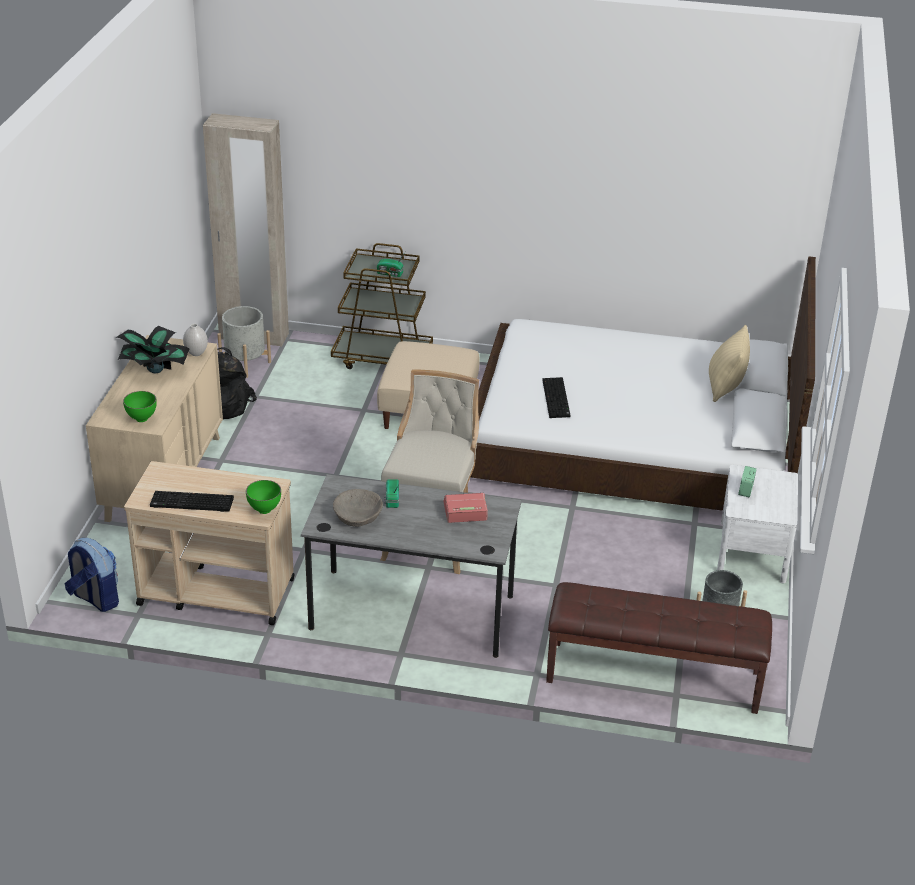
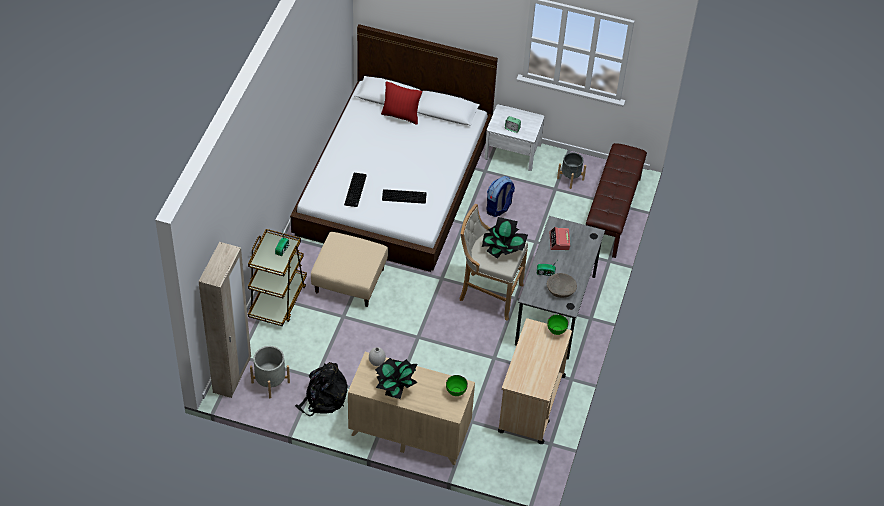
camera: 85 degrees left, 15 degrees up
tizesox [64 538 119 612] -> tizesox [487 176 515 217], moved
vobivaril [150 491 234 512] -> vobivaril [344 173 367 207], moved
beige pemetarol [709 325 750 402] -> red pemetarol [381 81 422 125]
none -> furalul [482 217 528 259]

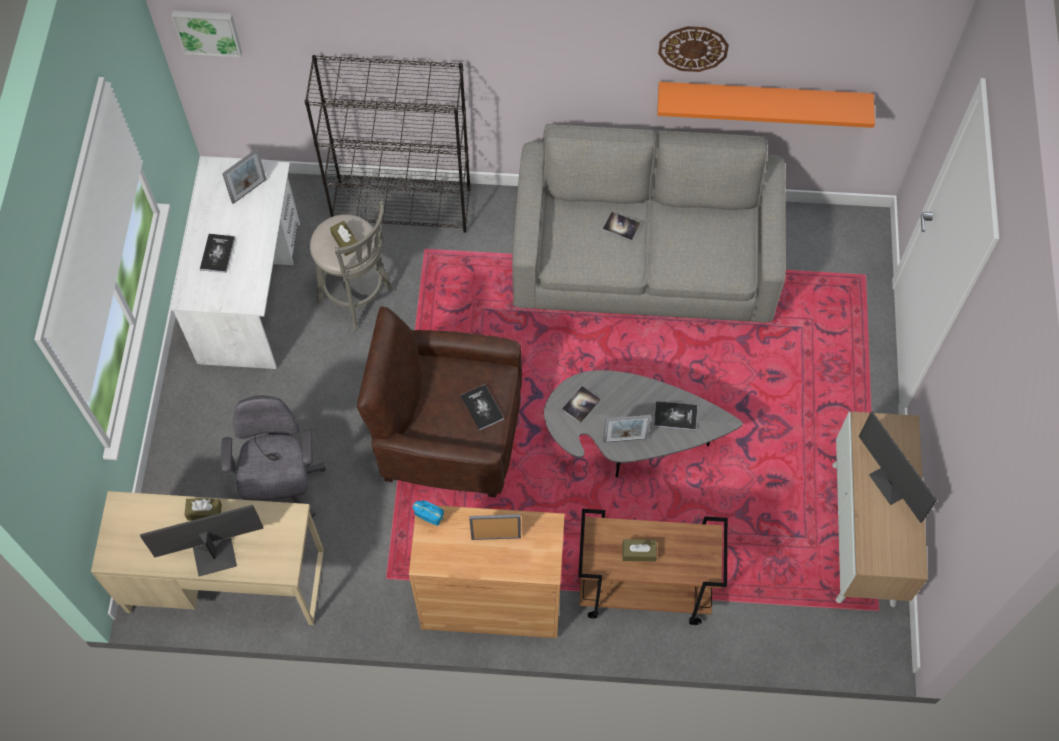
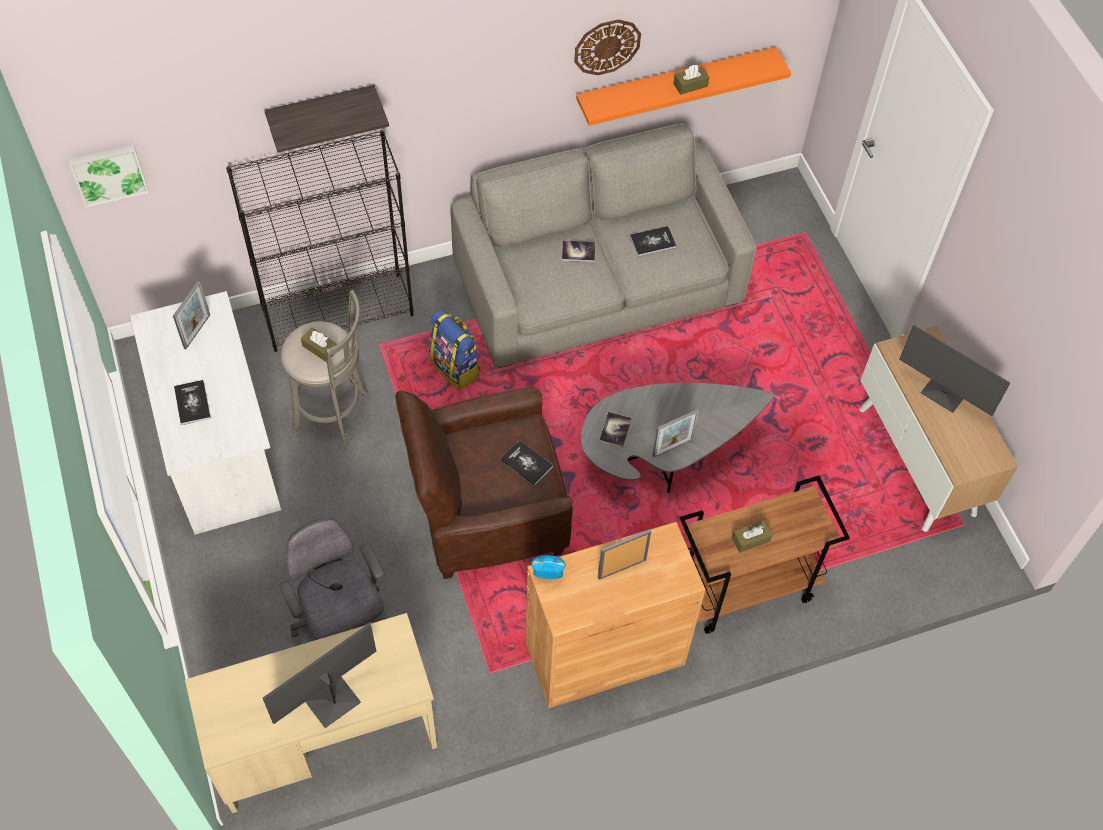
camera: 25 degrees left, 5 degrees down
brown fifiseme [184 499 222 520] -> brown fifiseme [674 65 709 95], moved
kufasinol [654 401 697 431] -> kufasinol [630 226 677 257], moved
none -> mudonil [264 85 389 152]
none -> tizesox [429 310 480 390]

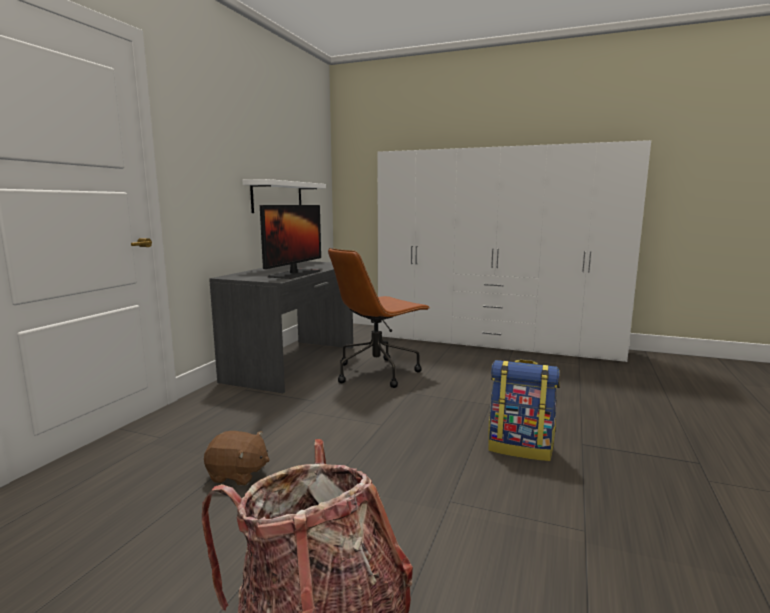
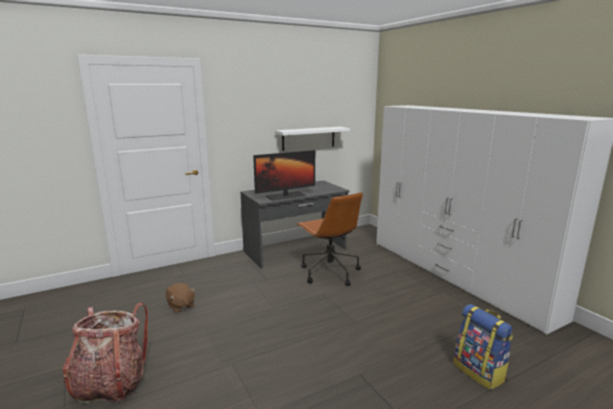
camera: 40 degrees right, 5 degrees up
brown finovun [328 248 430 388] -> brown finovun [296 192 363 286], 120 degrees counterclockwise
tizesox [488 360 559 461] -> tizesox [453 304 513 390], moved

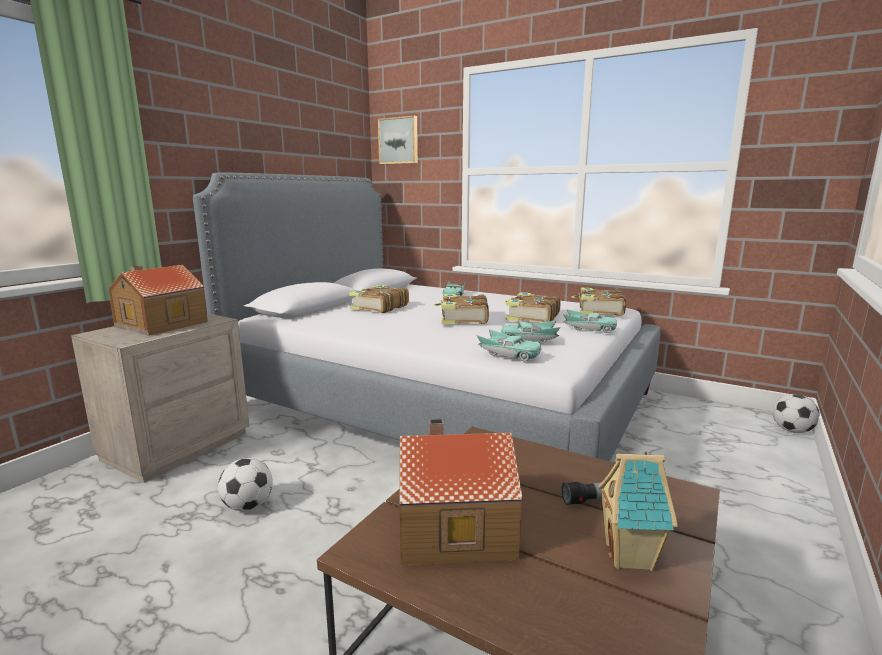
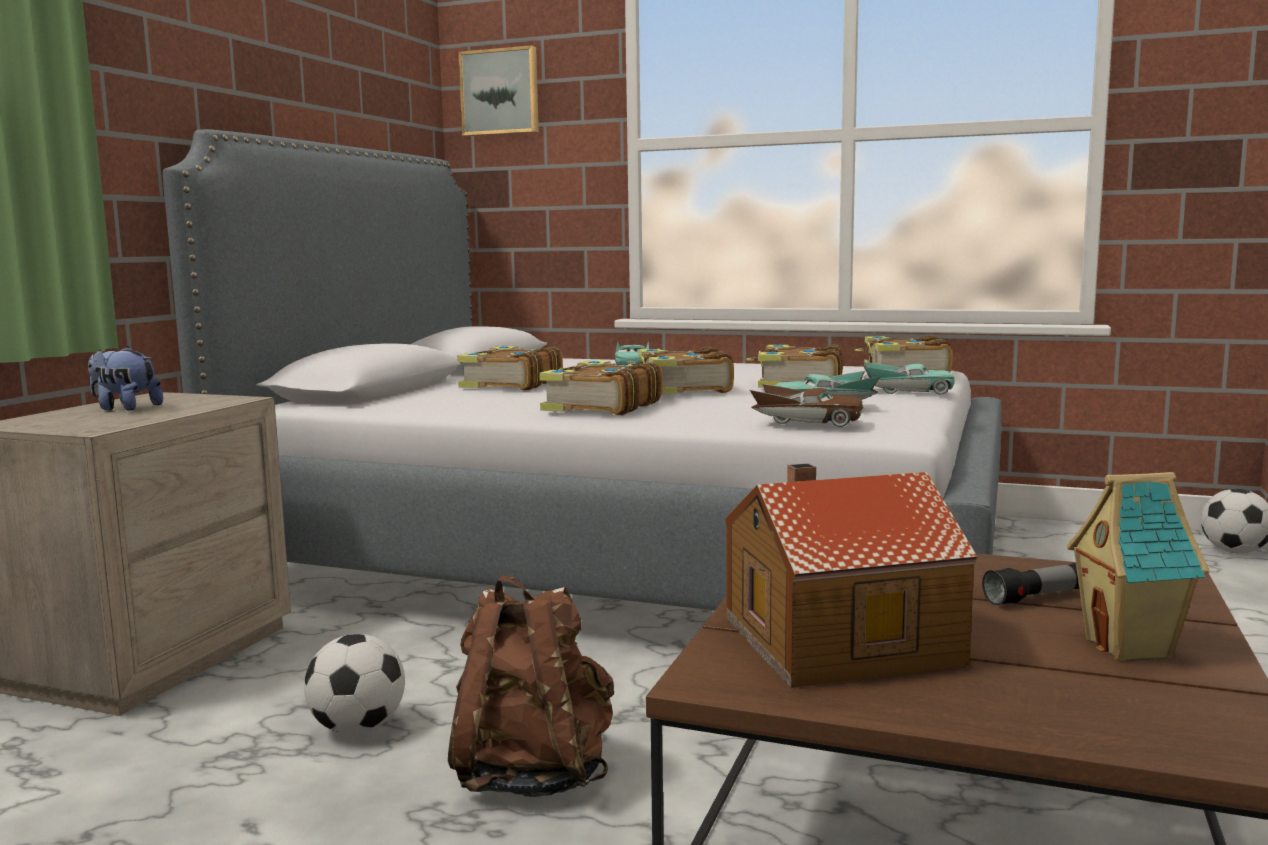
camera: 10 degrees left, 5 degrees down
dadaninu [109 265 208 336] -> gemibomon [88 346 163 411]
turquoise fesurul [477 329 542 361] -> brown fesurul [750 384 863 427]
none -> brown tizesox [448 575 614 797]
none -> kufasinol [539 361 663 415]

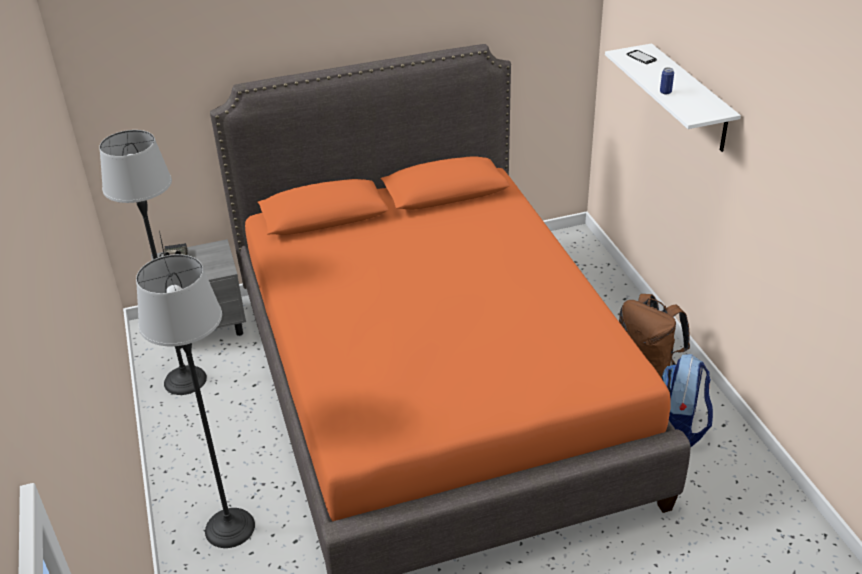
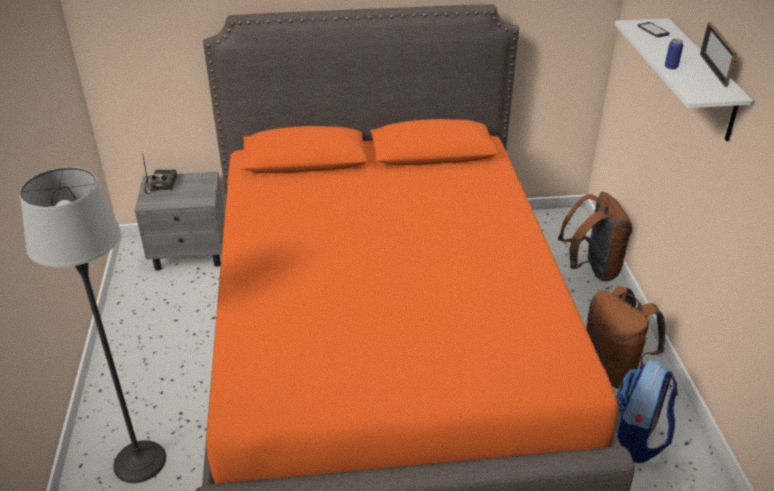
camera: 10 degrees right, 0 degrees up
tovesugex [99 130 207 395] -> none
none -> brown tizesox [558 192 632 281]
none -> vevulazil [700 22 737 87]

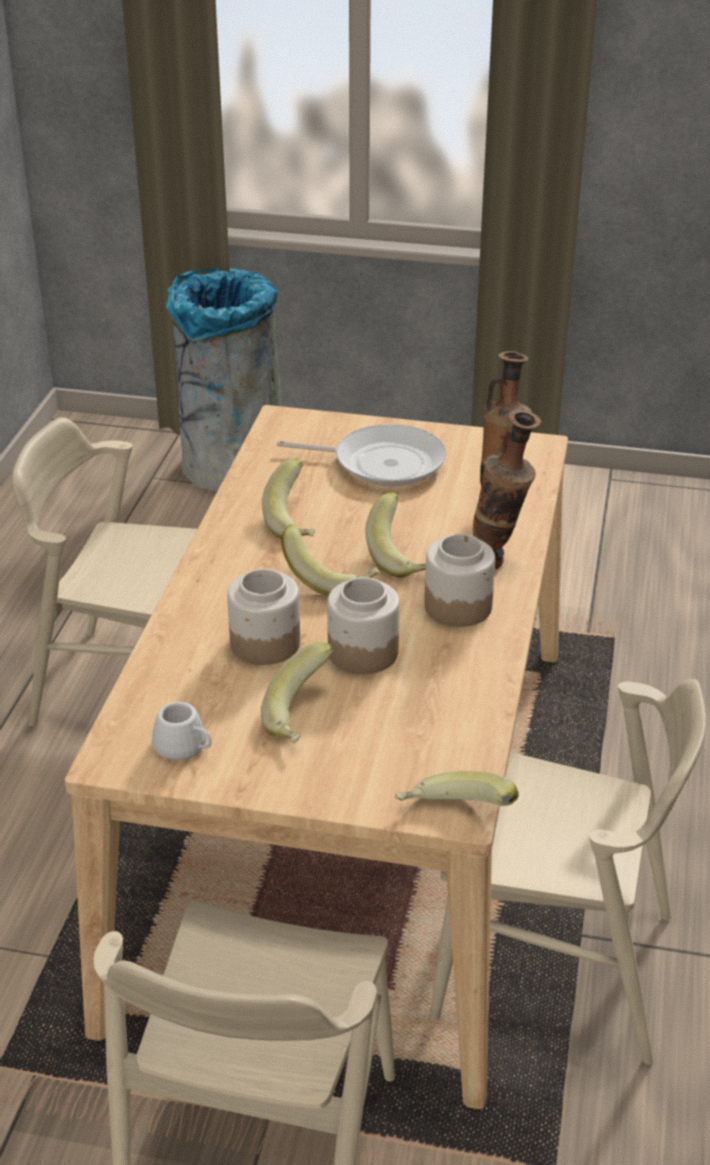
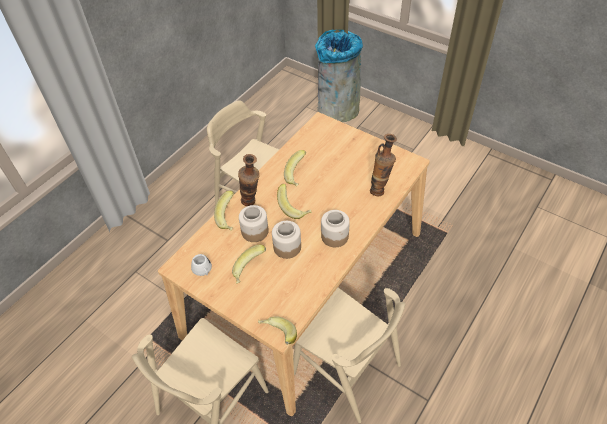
camera: 25 degrees right, 15 degrees up
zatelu [277 424 446 487] -> none
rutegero [365 492 426 577] -> rutegero [214 191 234 231], moved
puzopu [473 410 541 569] -> puzopu [238 154 260 206], moved

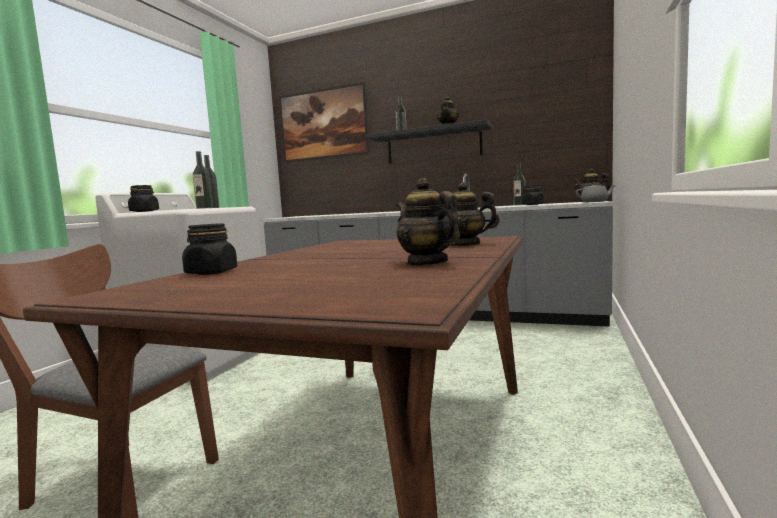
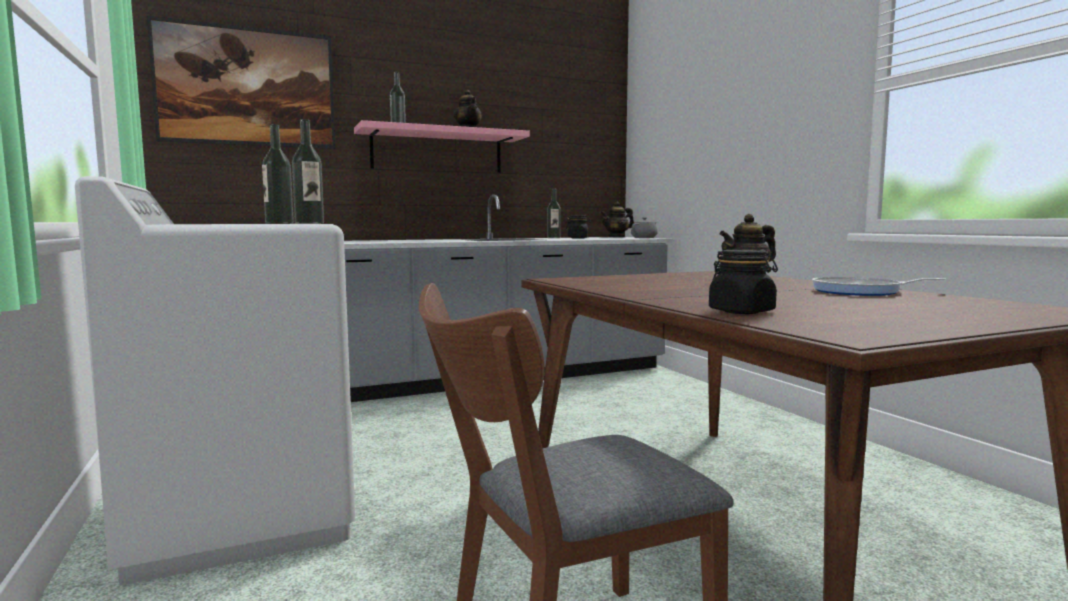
camera: 45 degrees left, 0 degrees up
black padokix [128 185 159 212] -> none
black mudonil [366 119 493 164] -> pink mudonil [354 120 530 173]
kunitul [396 178 460 266] -> zatelu [812 277 946 296]

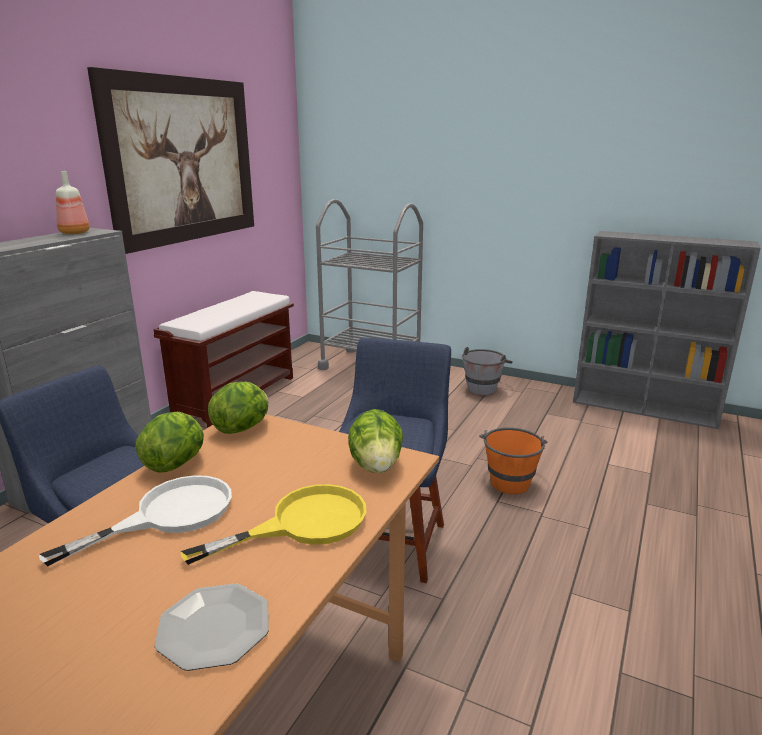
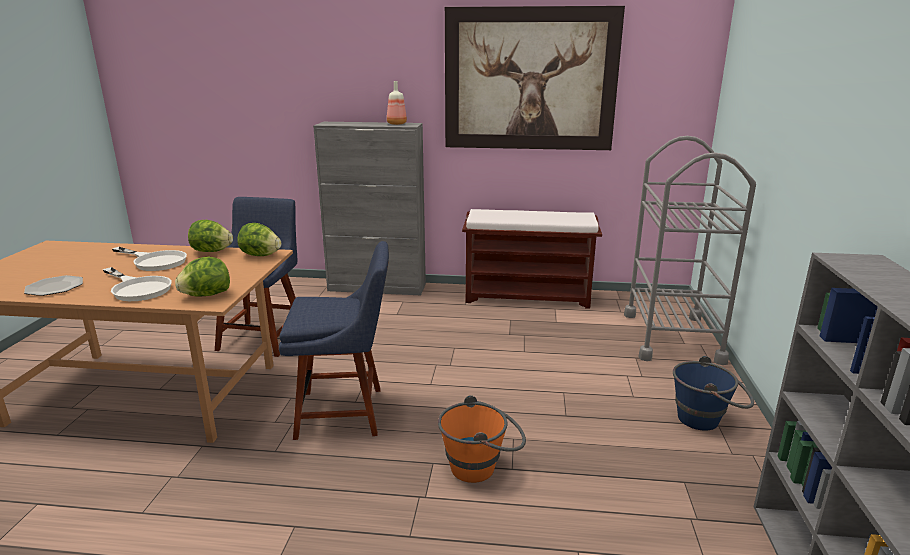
camera: 70 degrees right, 0 degrees up
yellow zatelu [181 484 366 565] -> white zatelu [103 267 172 301]
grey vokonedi [462 347 513 395] -> blue vokonedi [673 356 754 431]

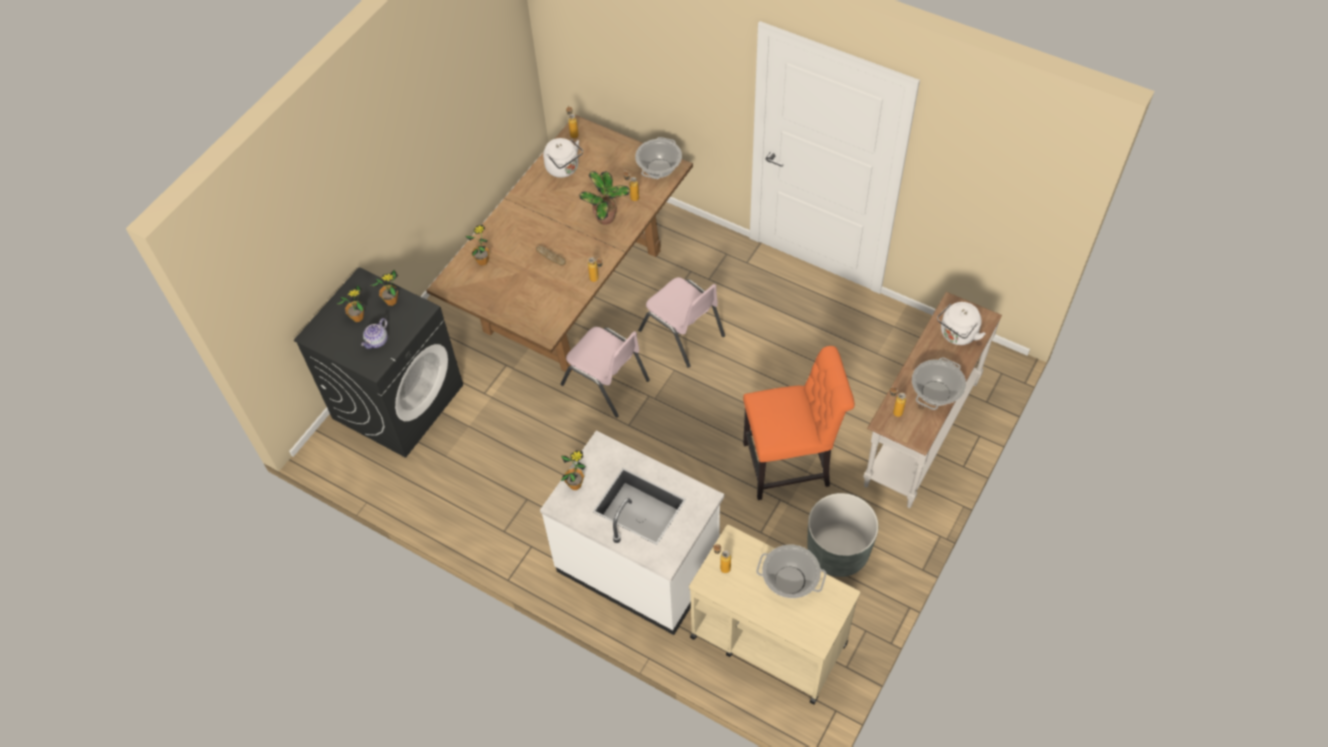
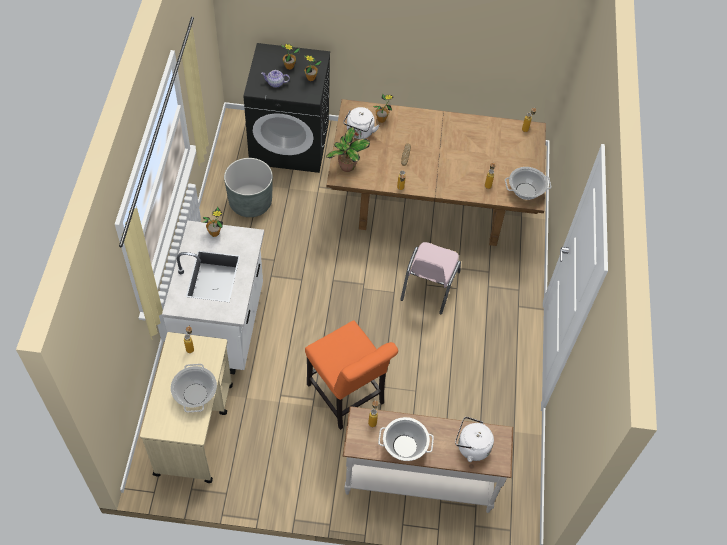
camera: 60 degrees right, 0 degrees up
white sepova [543 138 583 178] -> white sepova [343 107 380 139], moved
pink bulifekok [561 327 650 417] -> none
furalul [579 171 630 225] -> furalul [326 127 370 172], moved
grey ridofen [807 493 878 577] -> grey ridofen [224 158 273 217], moved

